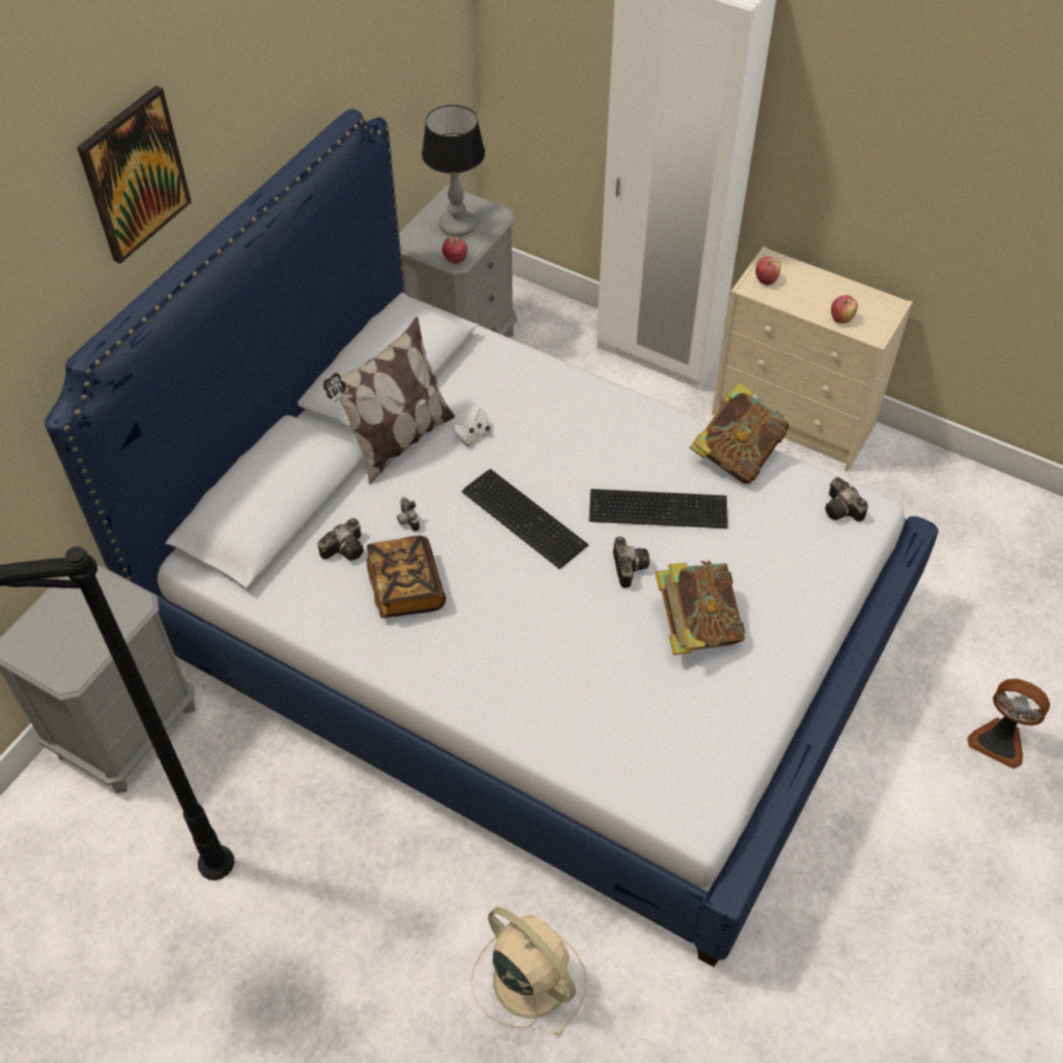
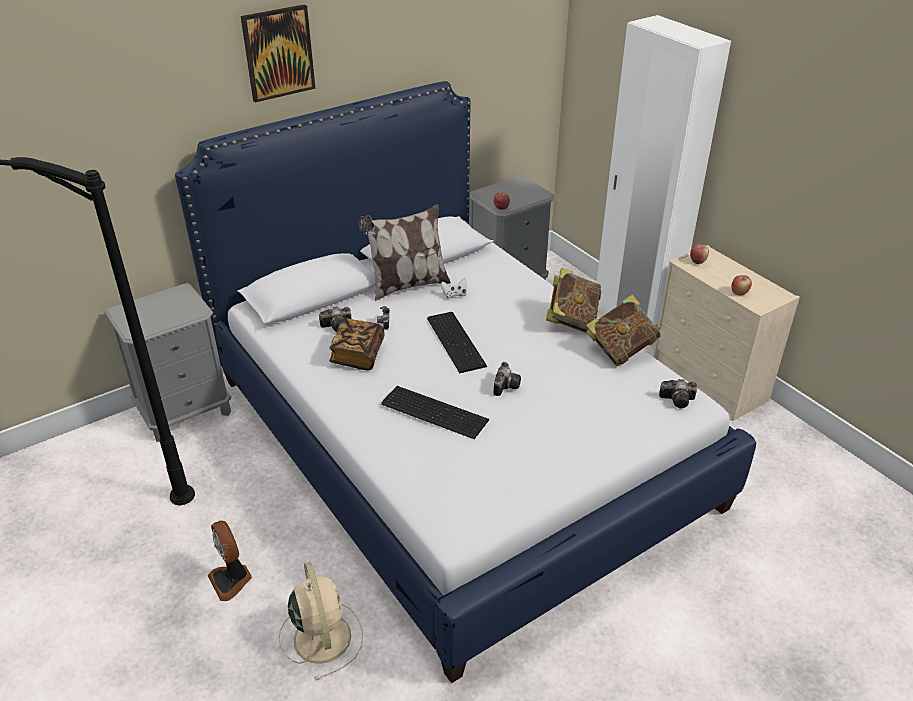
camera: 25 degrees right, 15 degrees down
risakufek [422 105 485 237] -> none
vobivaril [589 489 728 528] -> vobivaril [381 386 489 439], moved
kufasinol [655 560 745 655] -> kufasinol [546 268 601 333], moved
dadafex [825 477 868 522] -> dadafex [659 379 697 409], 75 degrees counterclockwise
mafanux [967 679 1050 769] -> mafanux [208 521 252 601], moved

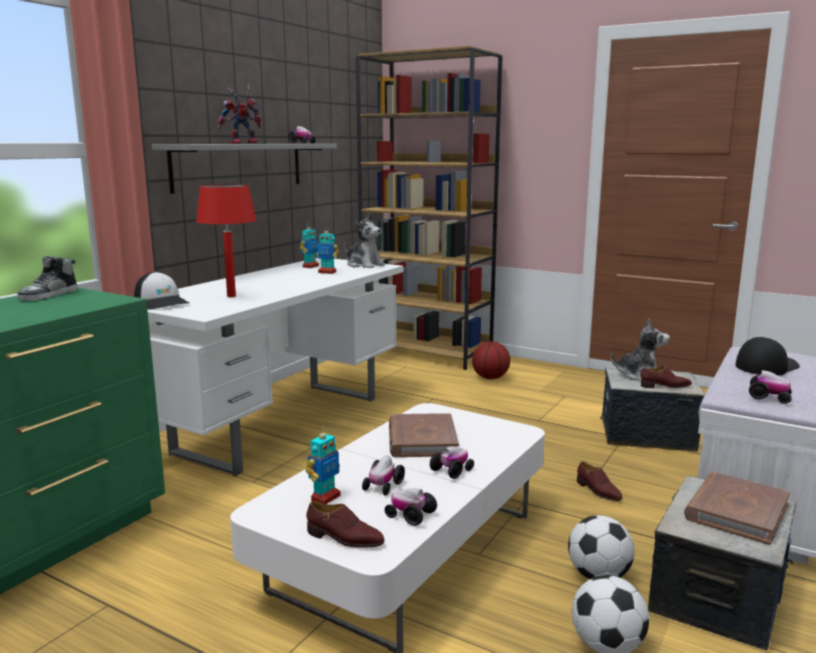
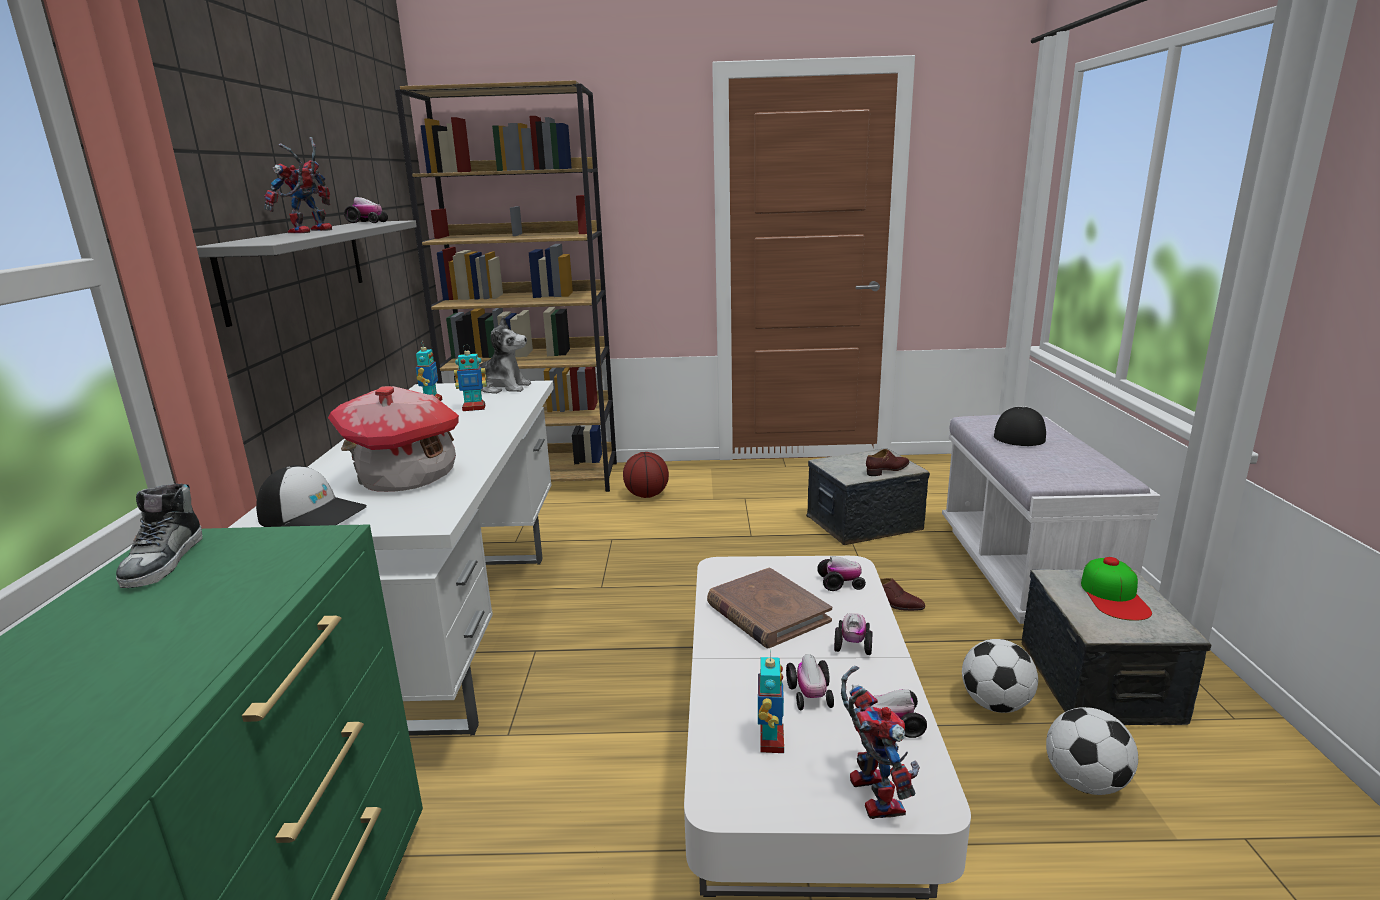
camera: 30 degrees left, 5 degrees up
red risakufek [196 184 256 297] -> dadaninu [328 386 459 492]
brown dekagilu [307 501 384 548] -> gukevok [841 666 920 819]
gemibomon [610 319 670 381] -> none
brown kufasinol [684 472 790 545] -> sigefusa [1081 557 1152 621]
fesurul [749 370 792 404] -> fesurul [817 556 866 591], moved

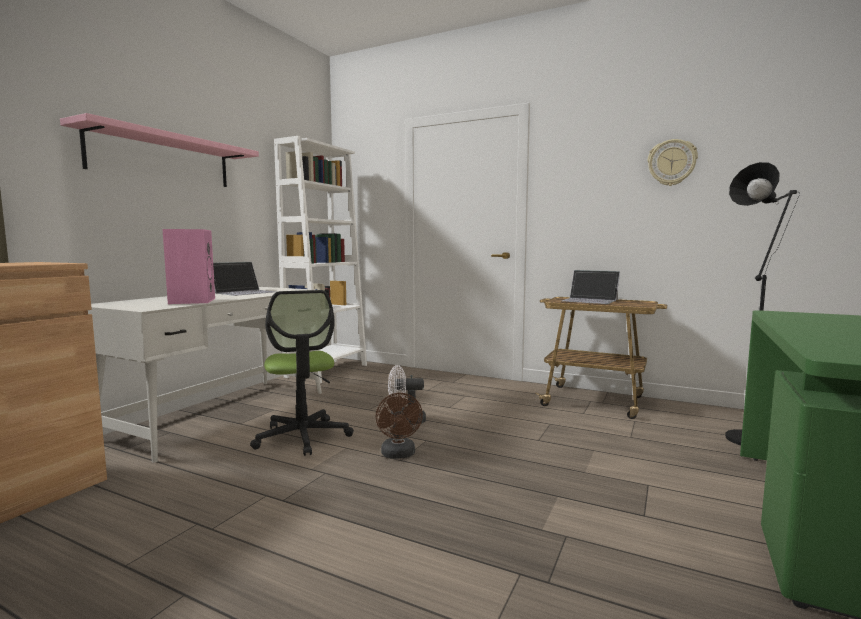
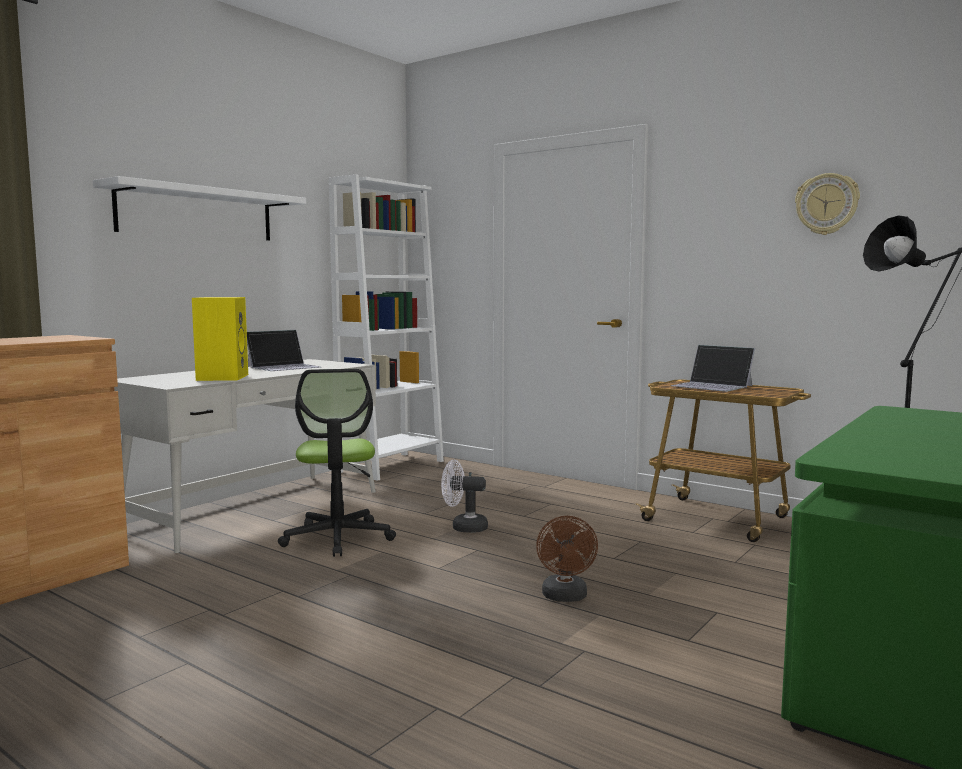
camera: 10 degrees right, 0 degrees up
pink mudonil [60 113 259 187] -> white mudonil [93 176 306 240]
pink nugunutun [162 229 215 304] -> yellow nugunutun [192 297 248 381]
brown mafanux [376 393 423 459] -> brown mafanux [536 516 598 602], moved

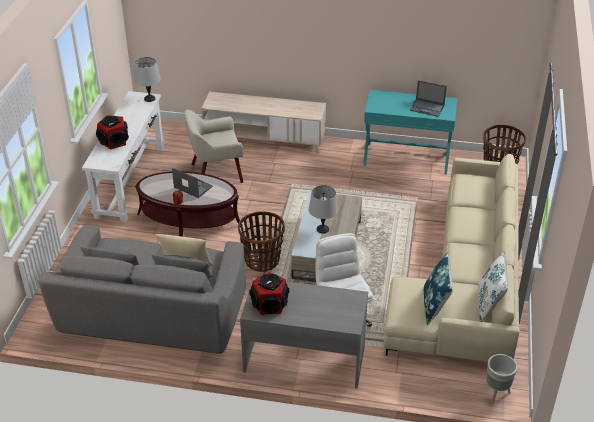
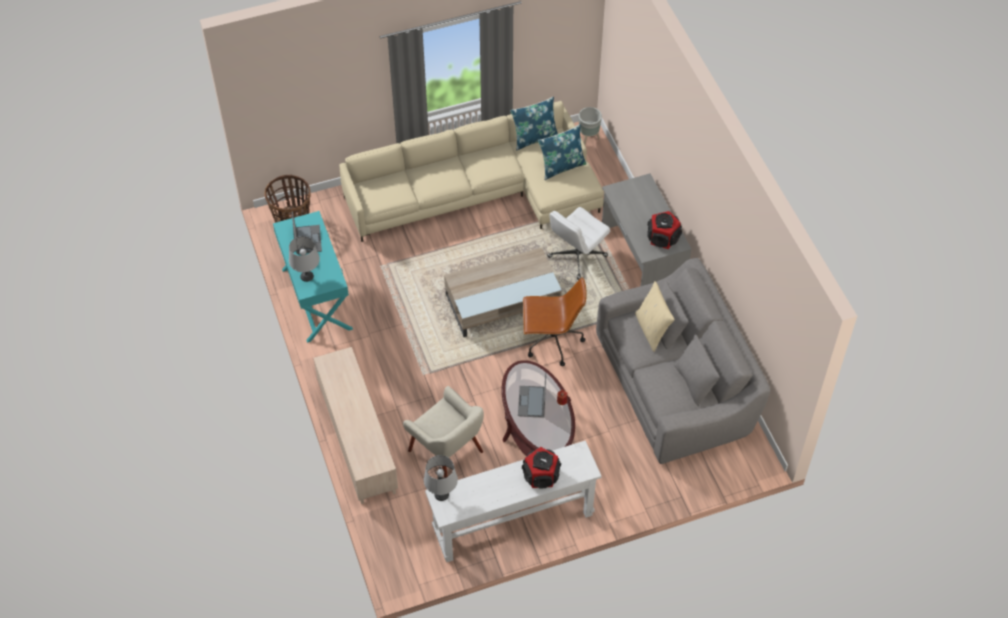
camera: 120 degrees left, 15 degrees up
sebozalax [238 211 285 272] -> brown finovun [523 277 587 366]
grey risakufek [309 185 338 234] -> grey risakufek [289 236 320 282], moved
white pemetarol [478 251 508 322] -> blue pemetarol [510 97 558 150]

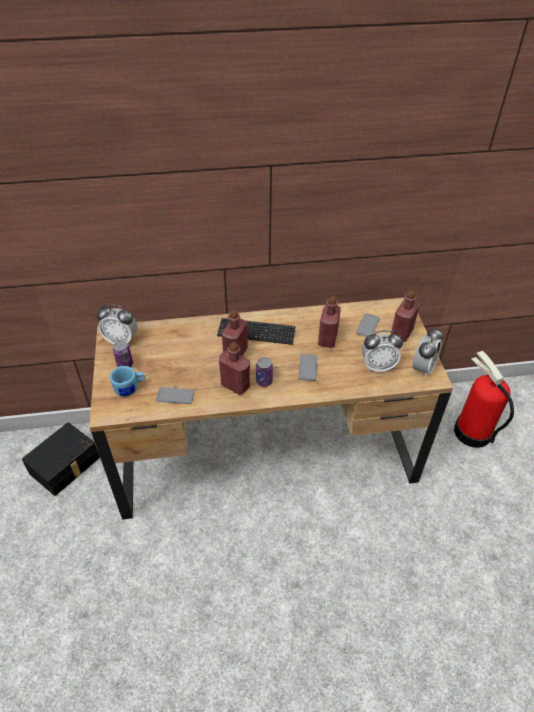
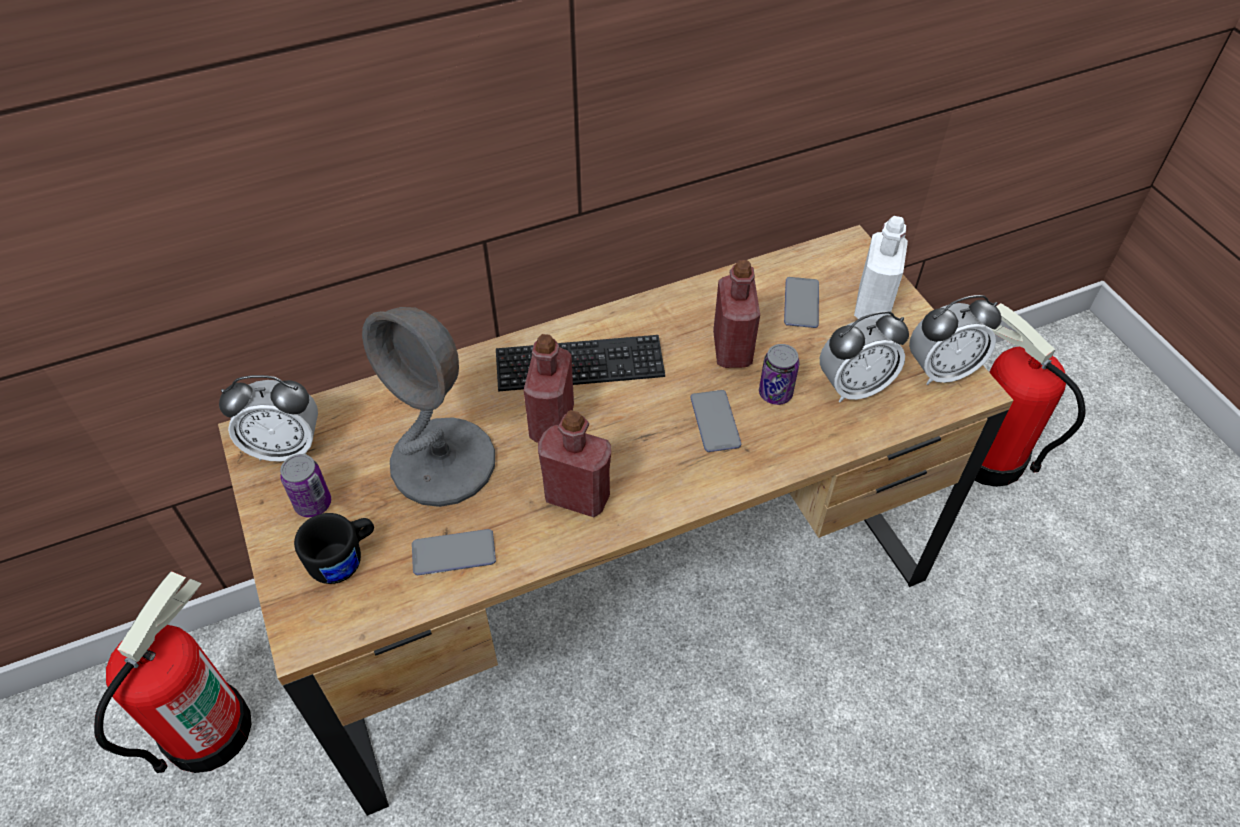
camera: 15 degrees left, 5 degrees up
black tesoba [22 422 100 496] -> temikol [94 571 252 773]
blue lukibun [110 366 145 397] -> black lukibun [294 513 374 584]
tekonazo [256 357 273 387] -> tekonazo [759 344 799 405], moved
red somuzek [391 291 420 342] -> white somuzek [854 216 908 320]
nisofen [413 328 444 377] -> nisofen [909 295 1002 385], 60 degrees clockwise
none -> grey risakufek [362 307 495 507]

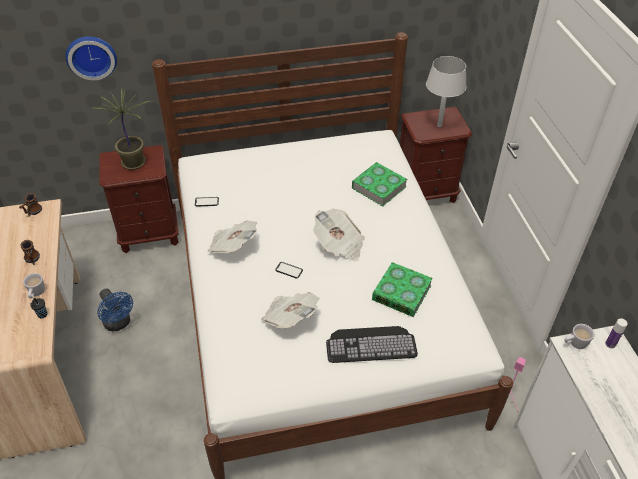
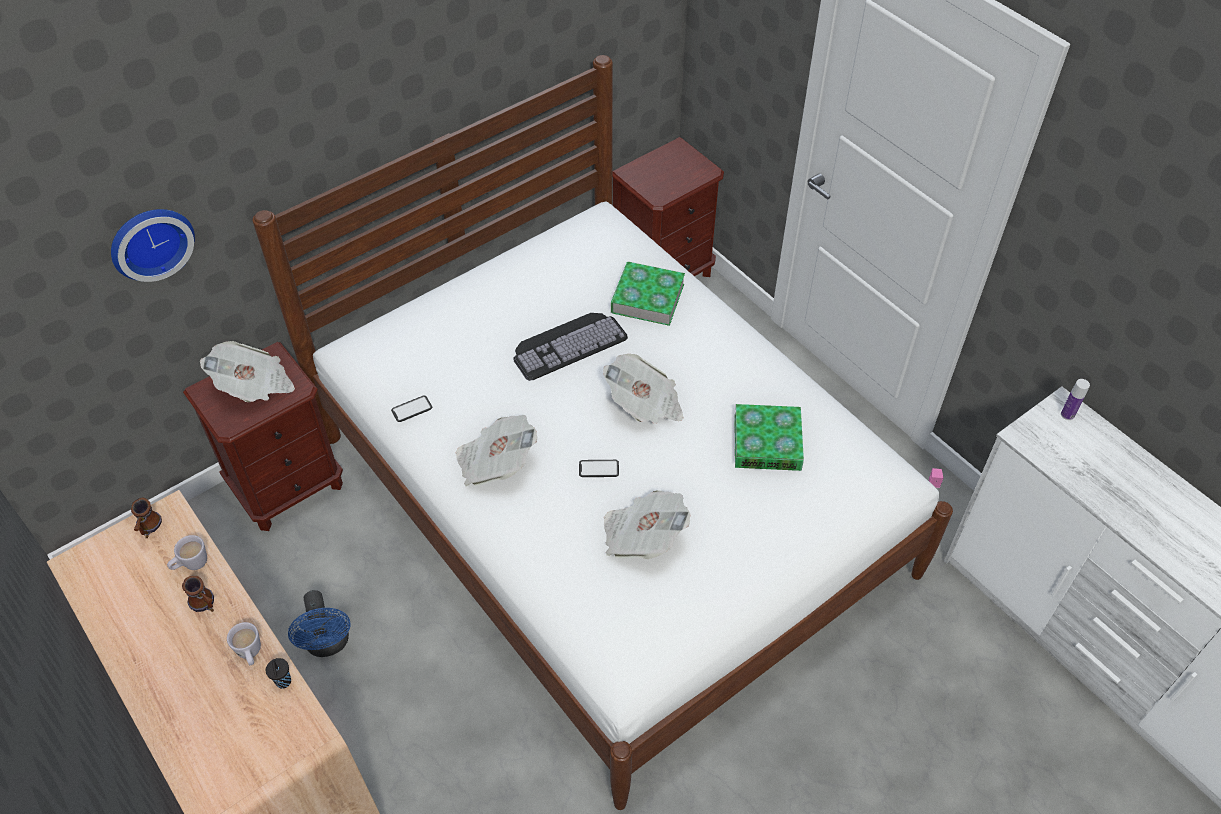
camera: 25 degrees left, 5 degrees up
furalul [94 88 151 170] -> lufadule [200 341 295 403]
blue mafanux [97 289 133 331] -> blue mafanux [288 590 350 657], 45 degrees clockwise
vobivaril [326 326 418 363] -> vobivaril [513 313 628 381], moved
grey risakufek [426 56 466 127] -> none
white lukibun [564 324 594 349] -> white lukibun [167 535 207 570], moved

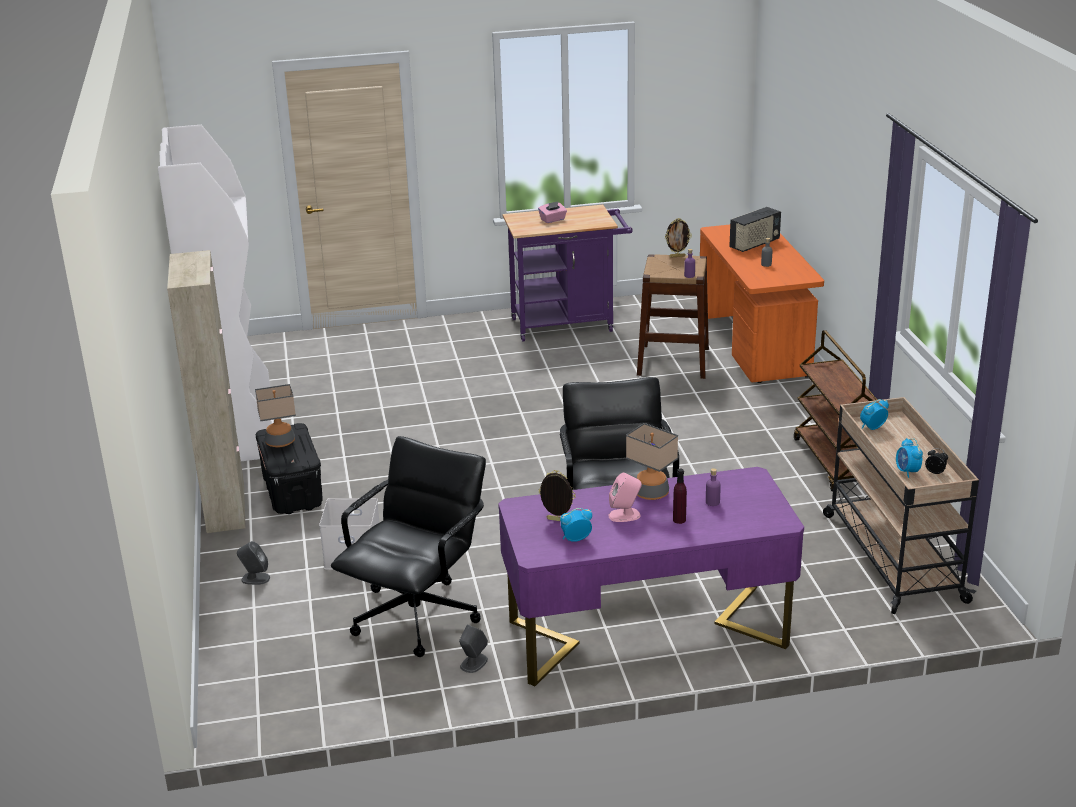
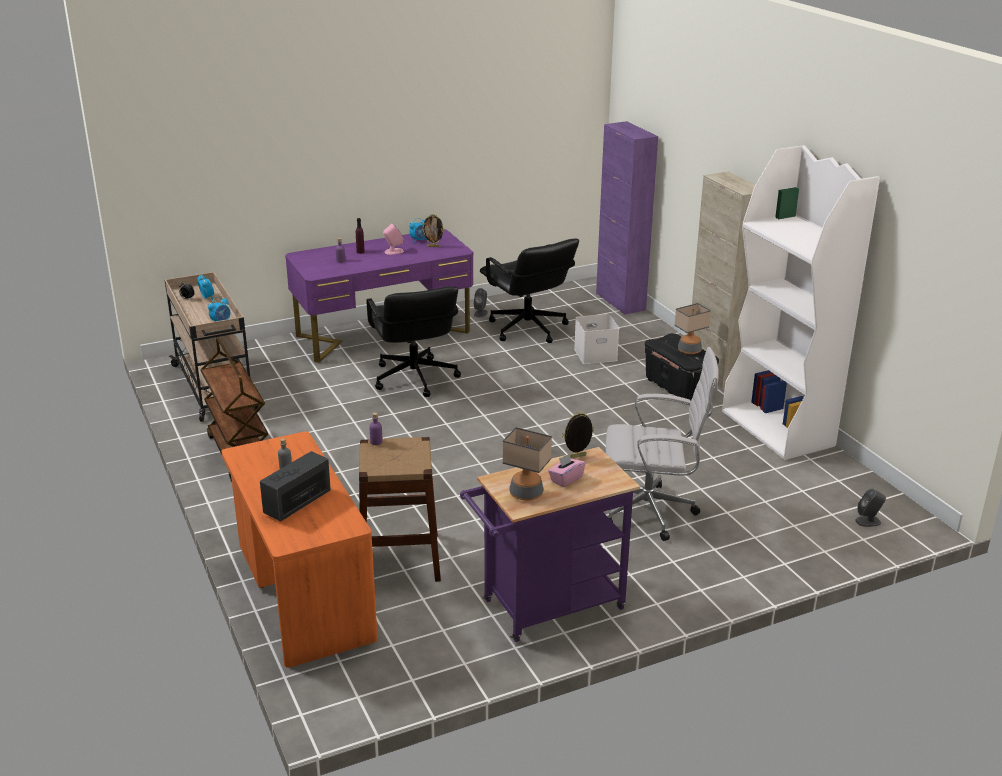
camera: 165 degrees right, 0 degrees up
grey nugunutun [237 541 270 585] -> grey nugunutun [855 489 886 527], moved
black finovun [331 436 486 657] -> black finovun [480 239 579 343], 45 degrees counterclockwise
risakufek [626 423 678 500] -> risakufek [503 427 552 501], moved
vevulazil [665 218 692 257] -> vevulazil [562 411 594 458], moved
none -> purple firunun [596 121 658 315]
none -> white finovun [606 347 719 541]

